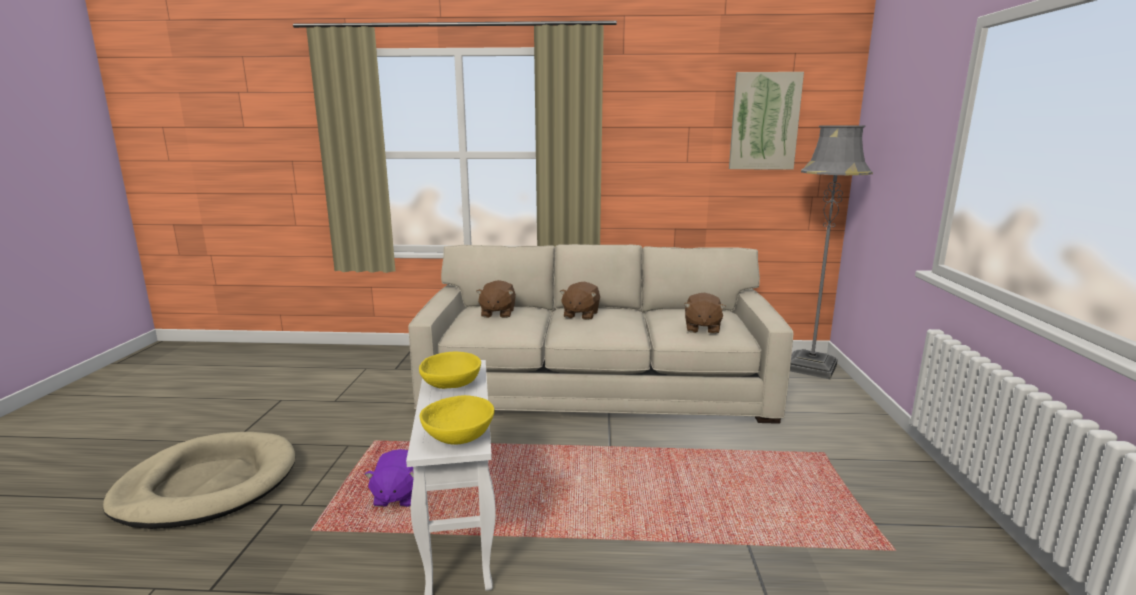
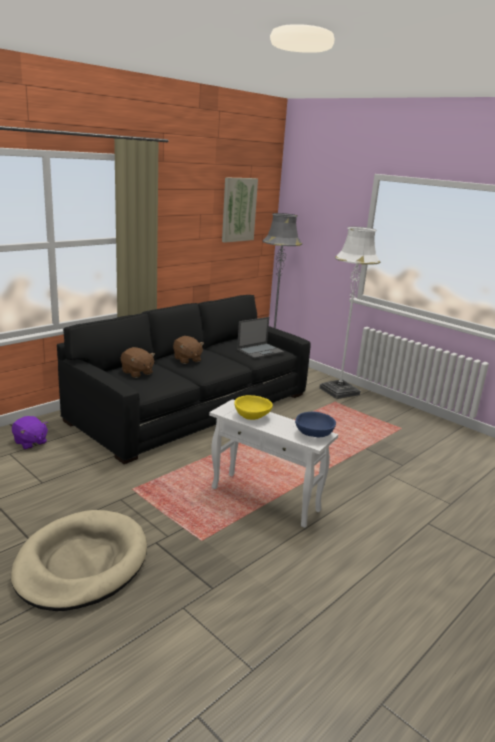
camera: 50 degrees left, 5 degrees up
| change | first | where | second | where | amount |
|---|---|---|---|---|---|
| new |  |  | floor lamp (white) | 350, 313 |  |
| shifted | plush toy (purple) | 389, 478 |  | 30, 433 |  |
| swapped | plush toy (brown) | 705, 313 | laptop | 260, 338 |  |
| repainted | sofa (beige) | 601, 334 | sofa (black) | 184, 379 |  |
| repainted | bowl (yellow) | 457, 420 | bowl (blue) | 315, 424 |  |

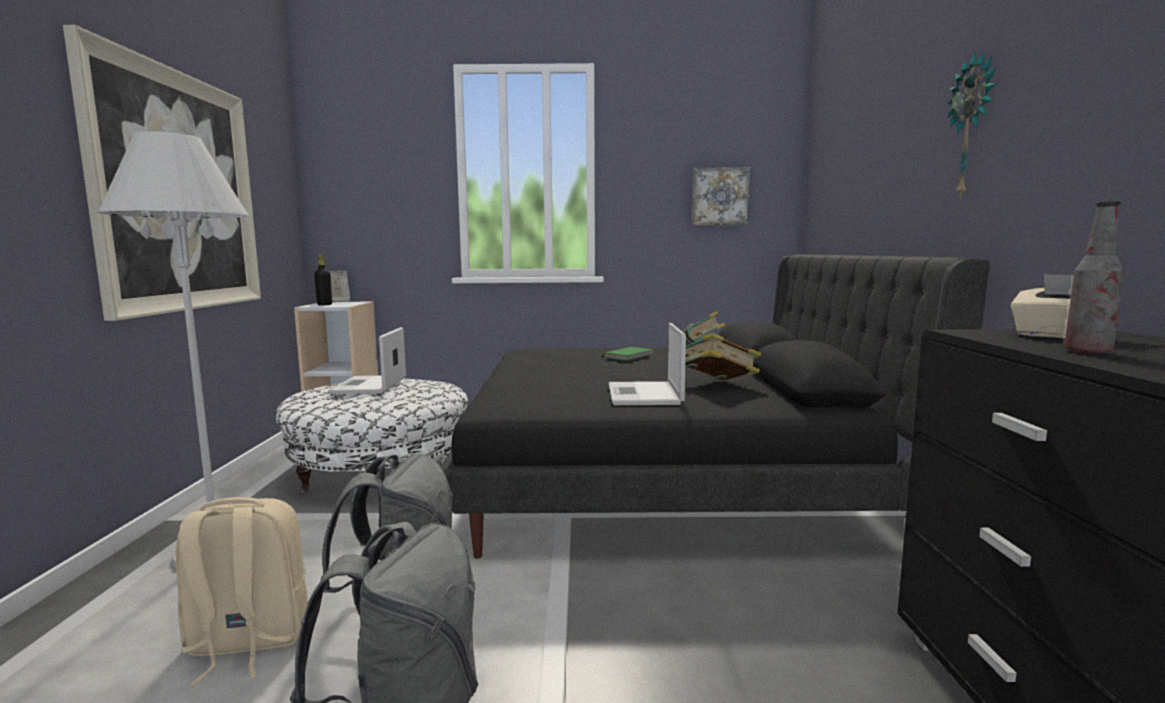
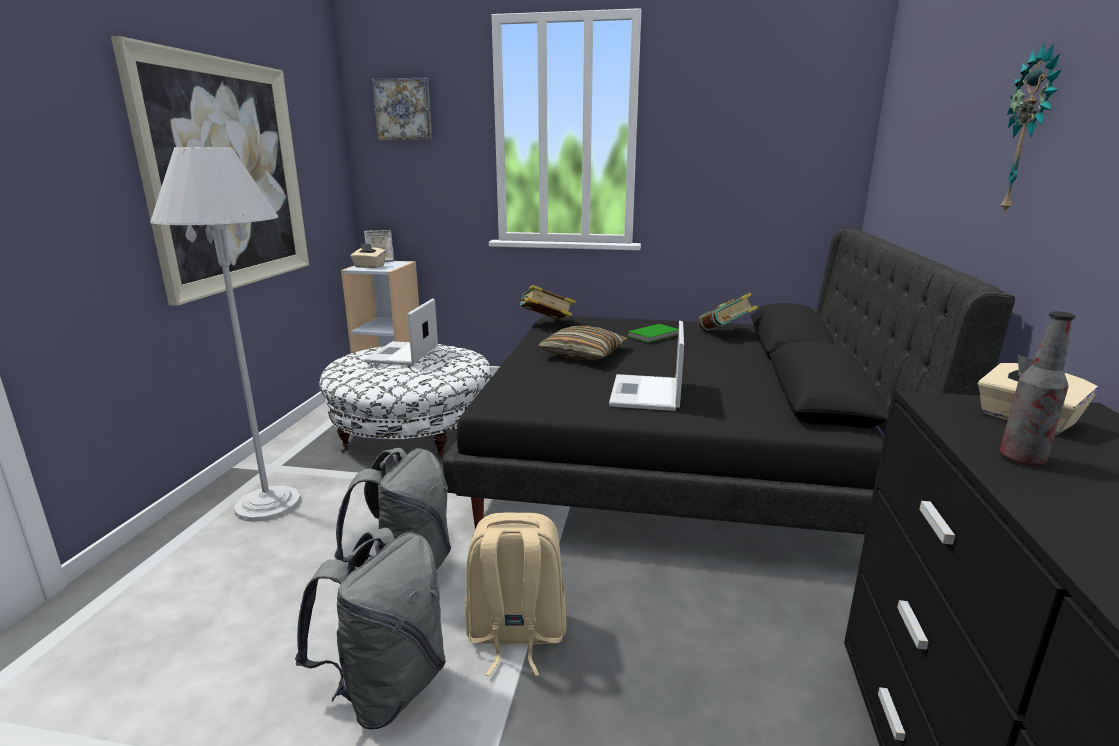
camera: 10 degrees right, 10 degrees up
| change | first | where | second | where | amount |
|---|---|---|---|---|---|
| new |  |  | pillow | 583, 343 |  |
| shifted | backpack (beige) | 242, 591 |  | 516, 594 |  |
| shifted | book | 723, 356 |  | 546, 302 |  |
| shifted | picture | 721, 196 |  | 402, 109 |  |
| swapped | bottle (black) | 323, 280 | tissue box (beige) | 368, 255 |  |

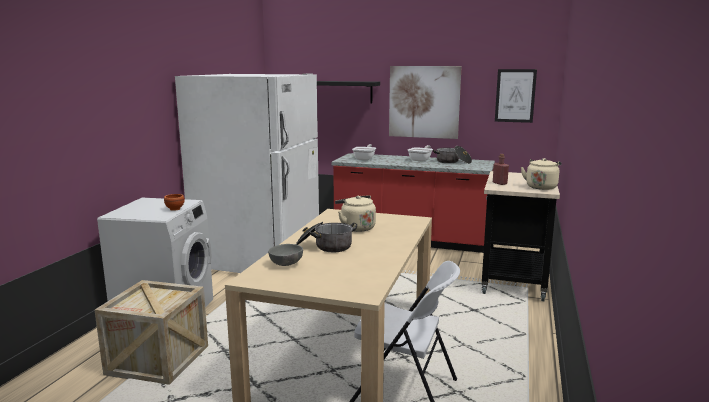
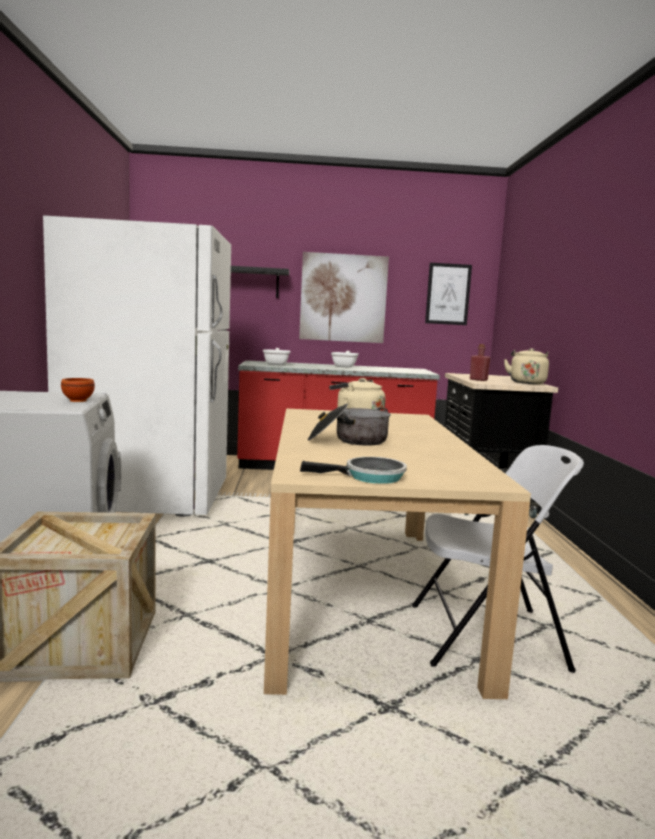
camera: 20 degrees left, 5 degrees down
| change | first | where | second | where | amount |
|---|---|---|---|---|---|
| gone | bowl (grey) | 285, 255 |  |  |  |
| gone | cooking pot | 452, 155 |  |  |  |
| new |  |  | frying pan | 353, 470 |  |

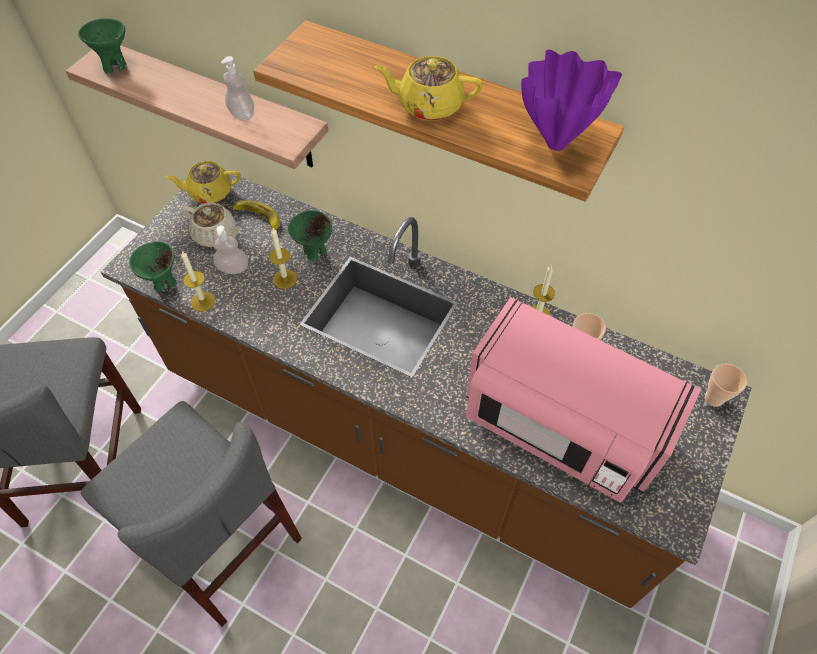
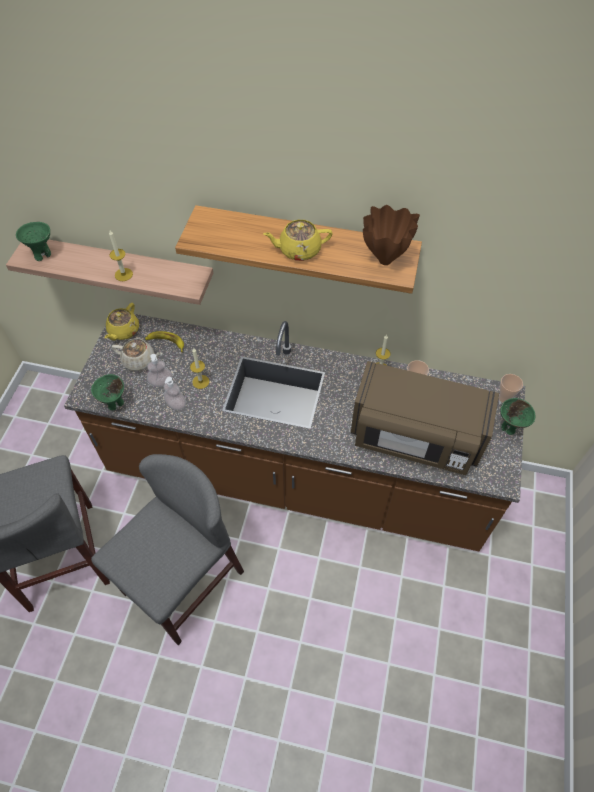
camera: 15 degrees left, 0 degrees up
| change | first | where | second | where | amount |
|---|---|---|---|---|---|
| shifted | candle | 198, 281 |  | 121, 256 |  |
| shifted | soap dispenser | 237, 88 |  | 175, 393 |  |
| shifted | bowl (green) | 310, 235 |  | 518, 416 |  |
| repainted | microwave (pink) | 583, 399 | microwave (brown) | 425, 418 |  |
| repainted | vase (purple) | 571, 100 | vase (brown) | 391, 235 |  |
| rotated | chair (grey) | 191, 514 |  | 167, 549 | 75 degrees counterclockwise |
| rotated | teapot (yellow) | 203, 182 |  | 121, 321 | 45 degrees counterclockwise |

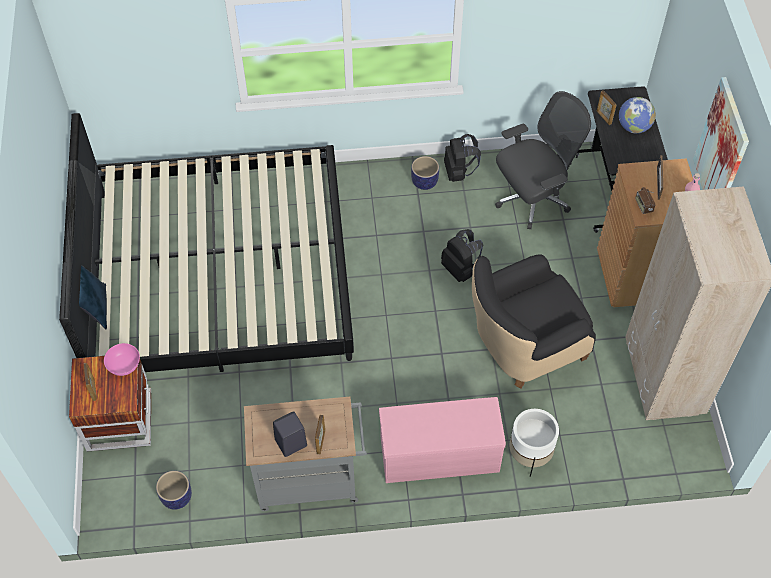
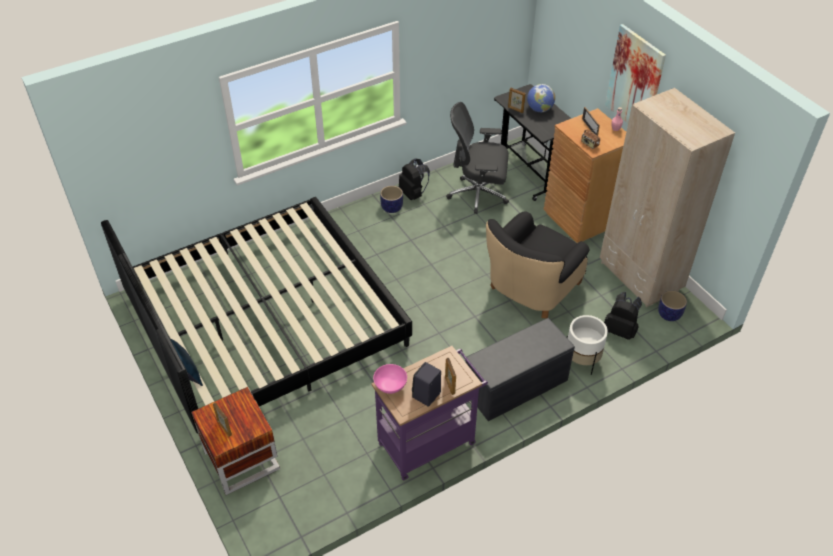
camera: 25 degrees left, 10 degrees down
| change | first | where | second | where | amount |
|---|---|---|---|---|---|
| shifted | bowl (pink) | 122, 359 |  | 390, 379 |  |
| shifted | planter | 174, 490 |  | 672, 306 |  |
| shifted | backpack (black) | 462, 255 |  | 623, 316 |  |
| repainted | cart (grey) | 305, 454 | cart (purple) | 429, 413 |  |
| repainted | bench (pink) | 442, 440 | bench (grey) | 520, 369 |  |
| rotated | office chair | 543, 160 |  | 477, 158 | 120 degrees counterclockwise |

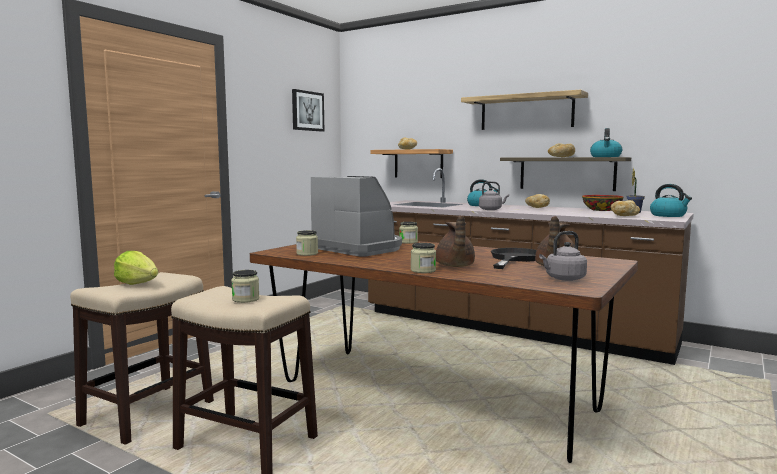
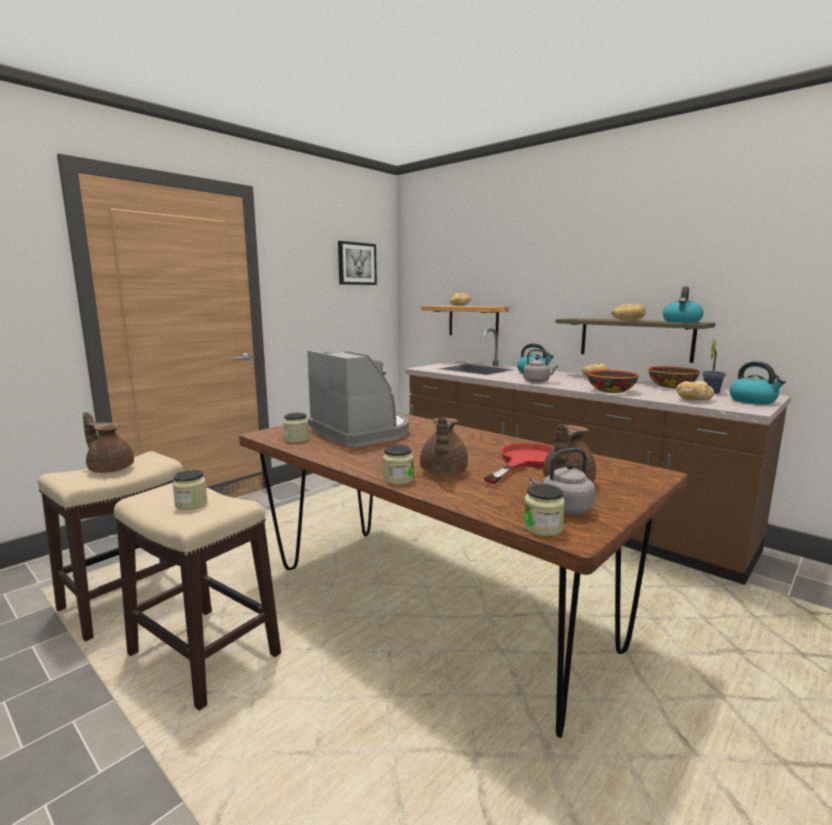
camera: 10 degrees right, 5 degrees up
| change | first | where | second | where | amount |
|---|---|---|---|---|---|
| gone | shelf | 524, 110 |  |  |  |
| new |  |  | bowl | 613, 381 |  |
| shifted | jar | 408, 233 |  | 544, 510 |  |
| swapped | lettuce | 136, 268 | teapot (brown) | 108, 442 |  |
| repainted | frying pan (black) | 514, 258 | frying pan (red) | 519, 463 |  |

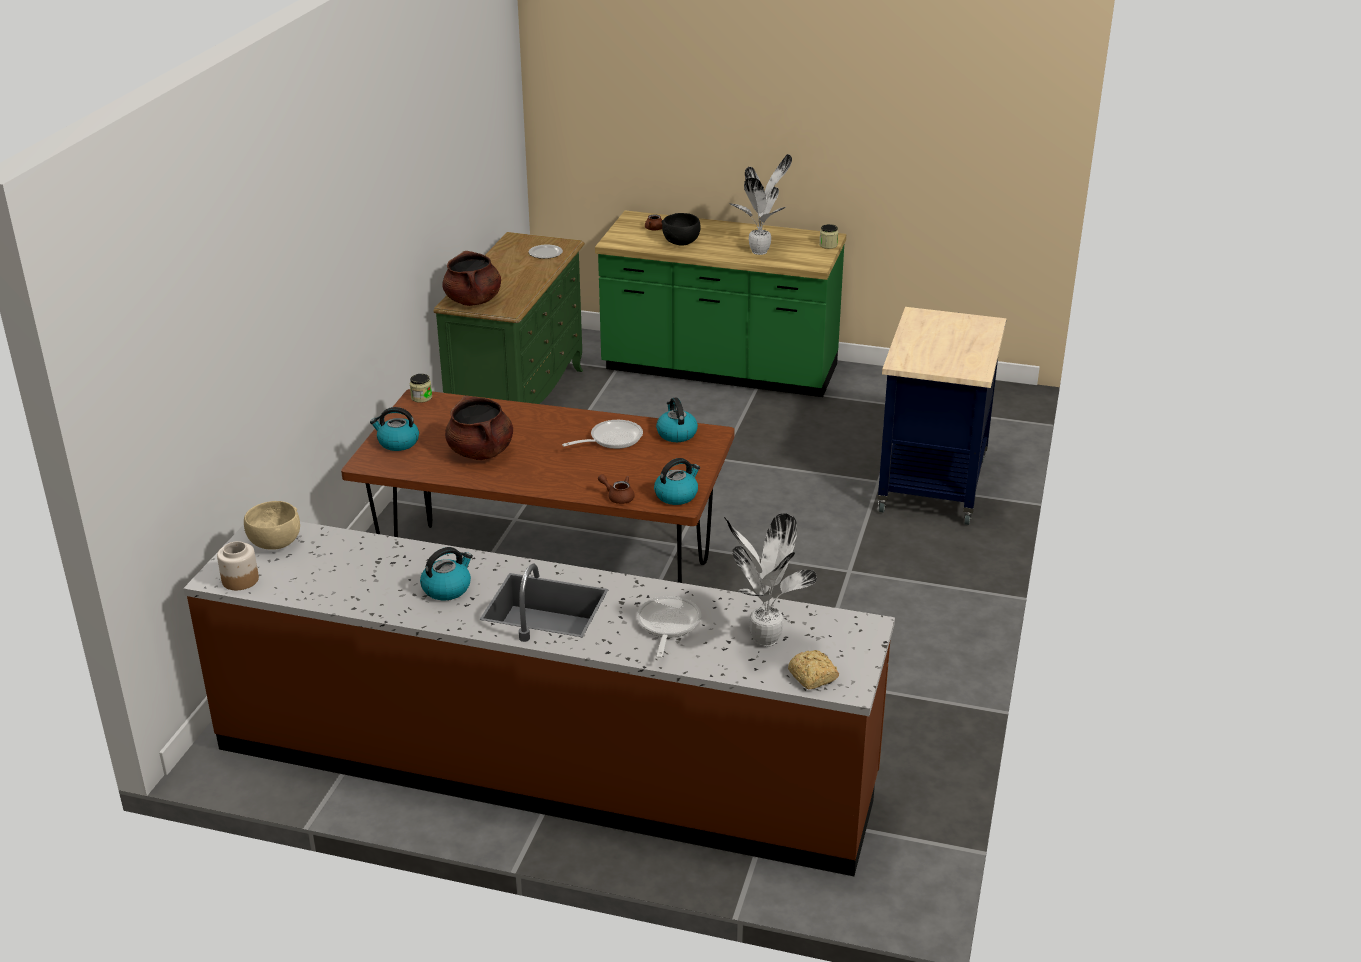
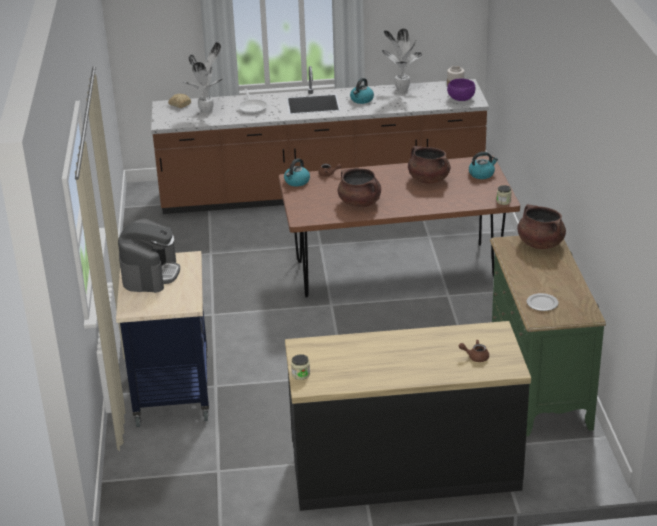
camera: 160 degrees right, 0 degrees up
| change | first | where | second | where | amount |
|---|---|---|---|---|---|
| gone | kettle | 677, 420 |  |  |  |
| gone | bowl (black) | 681, 229 |  |  |  |
| new |  |  | coffee machine | 149, 255 |  |
| shifted | potted plant | 760, 204 |  | 402, 60 |  |
| swapped | frying pan | 602, 434 | cooking pot (brown) | 359, 187 |  |
| repainted | bowl (beige) | 272, 525 | bowl (purple) | 461, 90 |  |
| repainted | counter (green) | 720, 303 | counter (black) | 408, 416 |  |

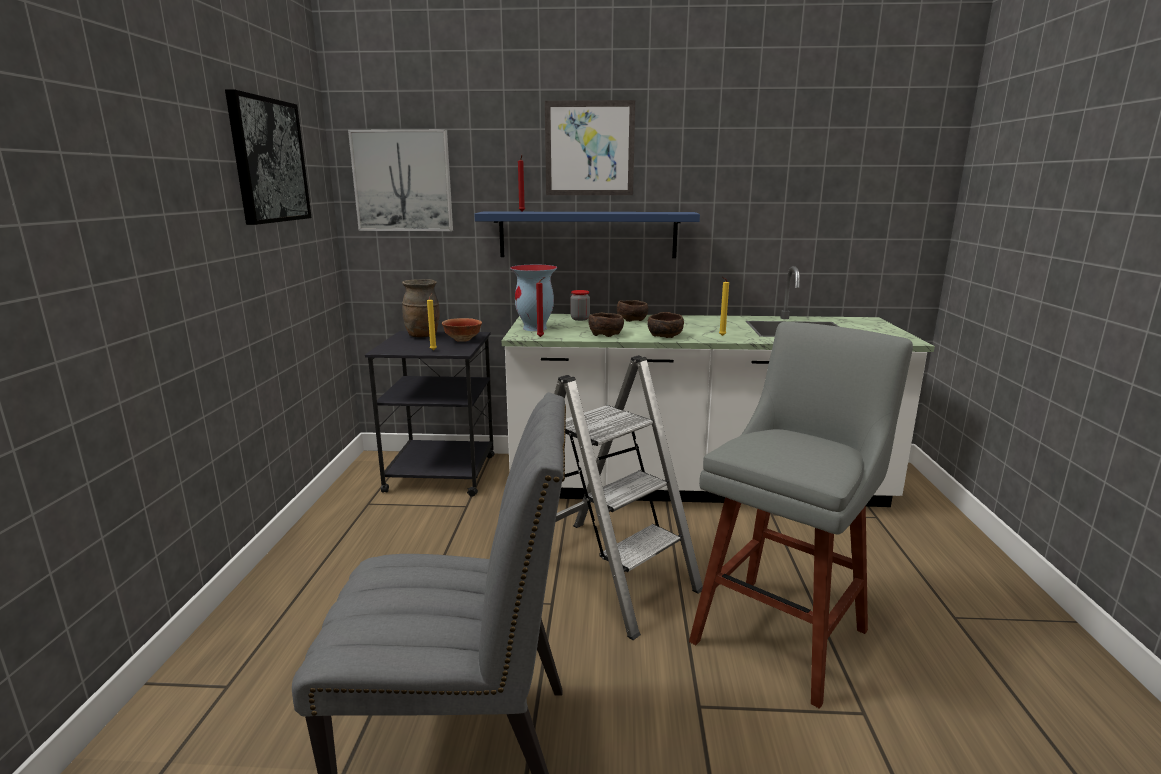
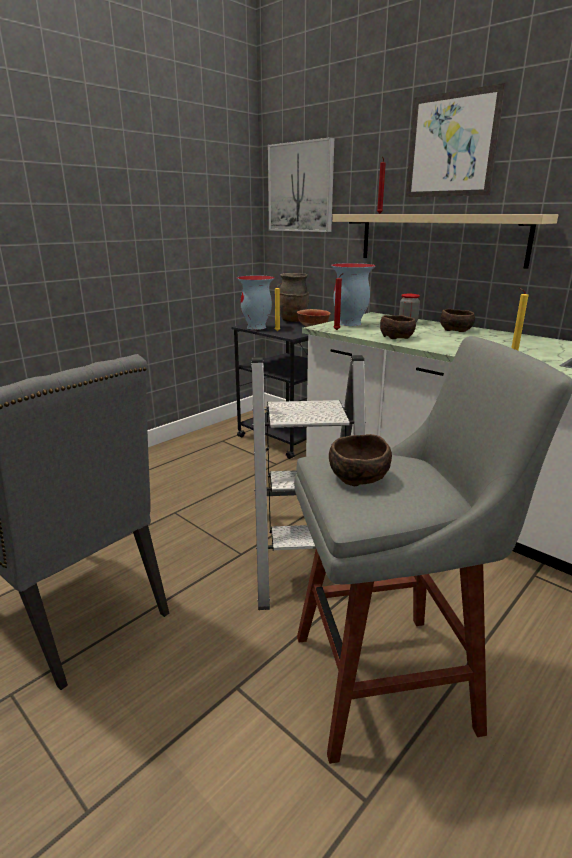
camera: 40 degrees right, 5 degrees up
| change | first | where | second | where | amount |
|---|---|---|---|---|---|
| gone | picture | 268, 157 |  |  |  |
| new |  |  | vase | 255, 302 |  |
| shifted | bowl (brown) | 665, 325 |  | 360, 460 |  |
| repainted | shelf (blue) | 587, 235 | shelf (beige) | 445, 241 |  |

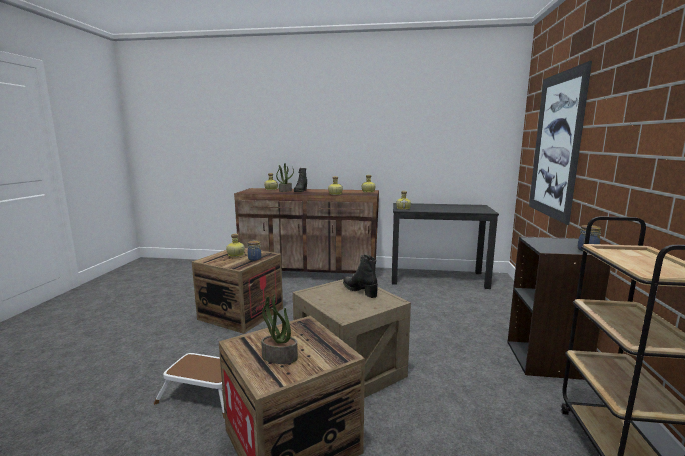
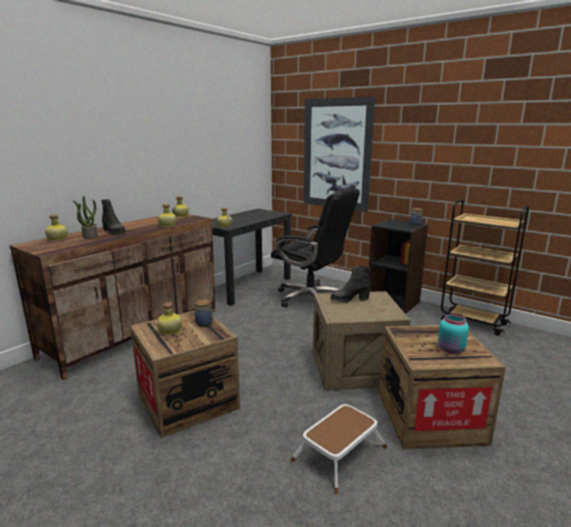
camera: 60 degrees left, 5 degrees up
| change | first | where | second | where | amount |
|---|---|---|---|---|---|
| new |  |  | office chair (black) | 315, 248 |  |
| swapped | potted plant | 279, 329 | jar (turquoise) | 453, 333 |  |

